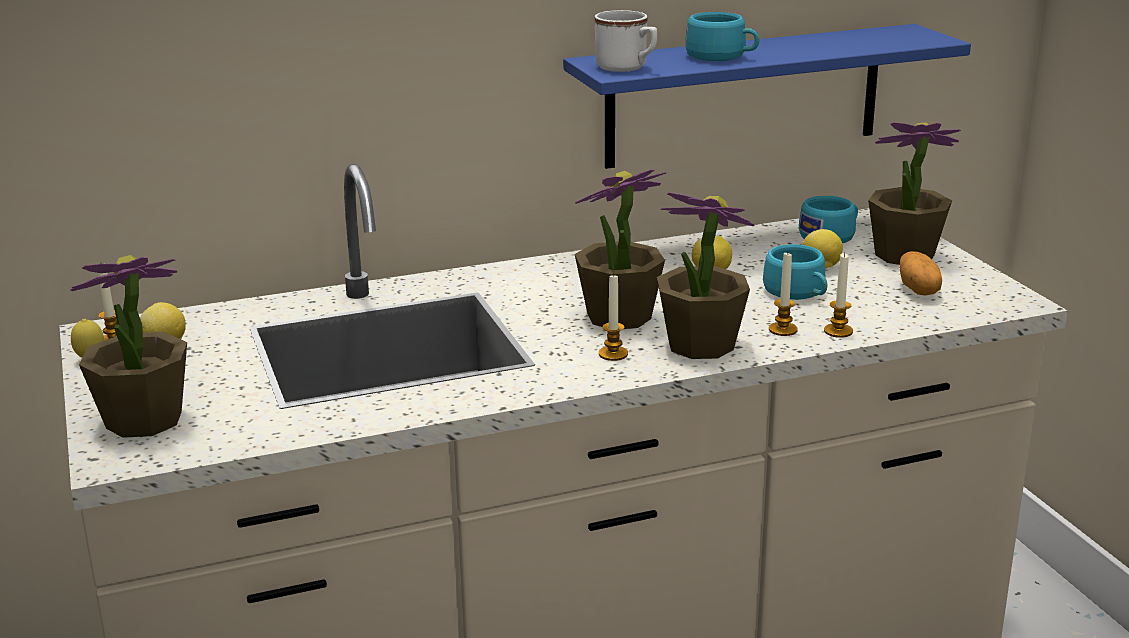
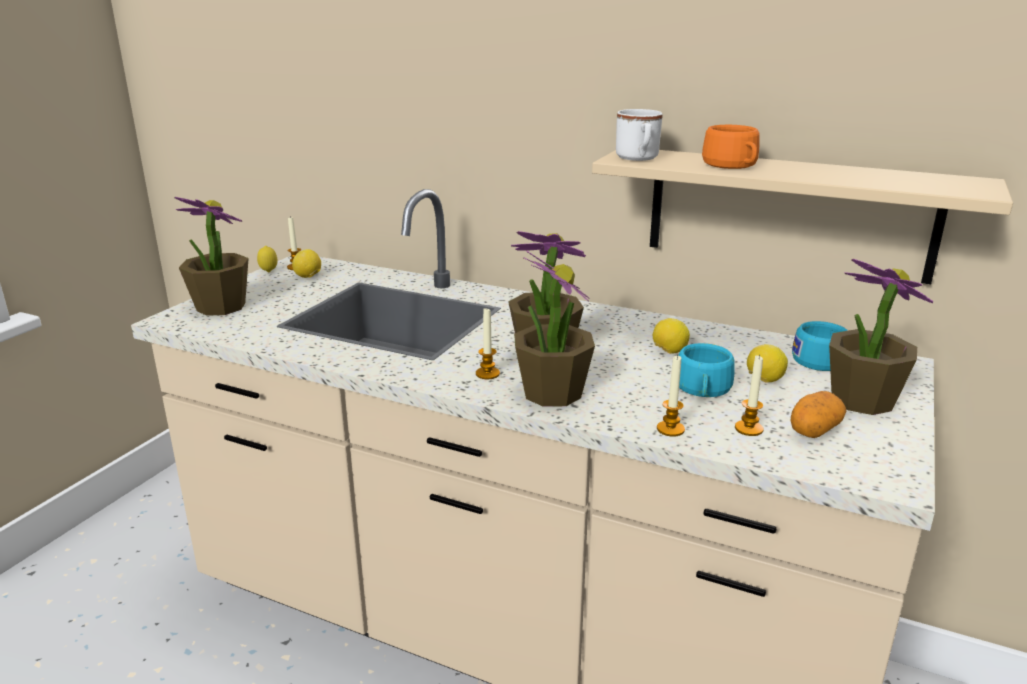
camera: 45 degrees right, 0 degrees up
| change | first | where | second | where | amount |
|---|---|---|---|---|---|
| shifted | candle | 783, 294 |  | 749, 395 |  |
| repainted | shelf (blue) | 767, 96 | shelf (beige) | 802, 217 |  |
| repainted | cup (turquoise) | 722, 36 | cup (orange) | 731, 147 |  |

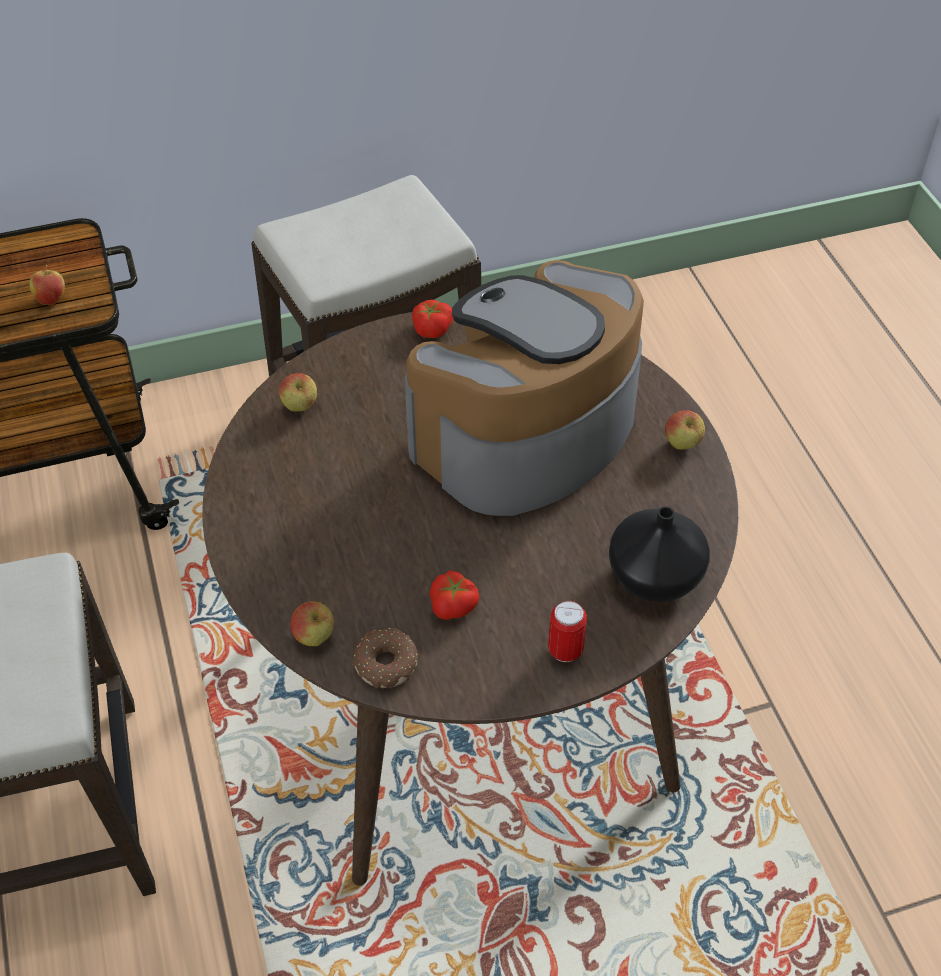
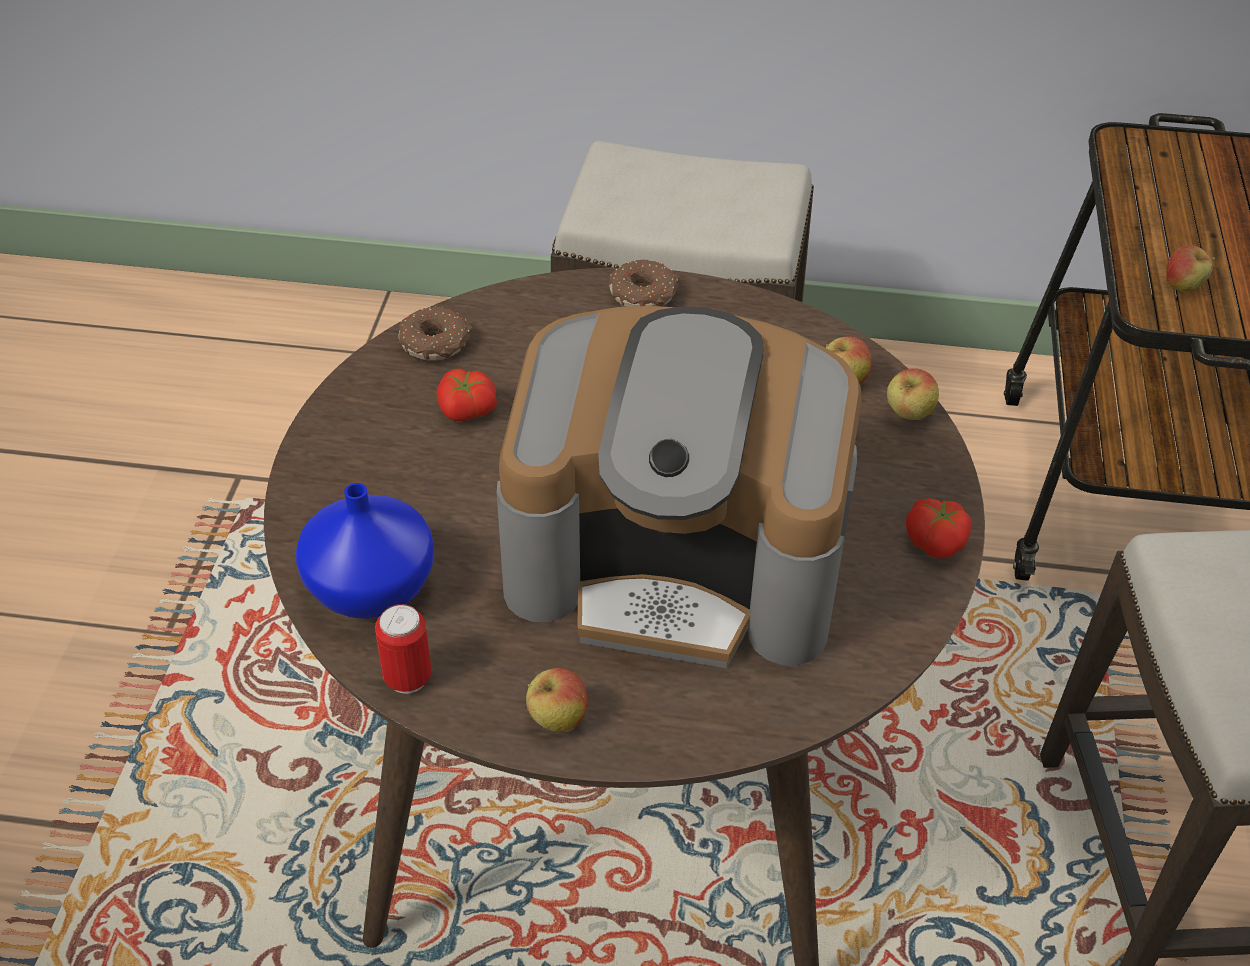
camera: 115 degrees right, 5 degrees down
| change | first | where | second | where | amount |
|---|---|---|---|---|---|
| new |  |  | donut | 644, 283 |  |
| shifted | apple | 312, 623 |  | 913, 394 |  |
| shifted | can | 567, 631 |  | 403, 649 |  |
| repainted | vase (black) | 659, 554 | vase (blue) | 365, 551 |  |
| rotated | coffee machine | 524, 388 |  | 679, 487 | 120 degrees clockwise |

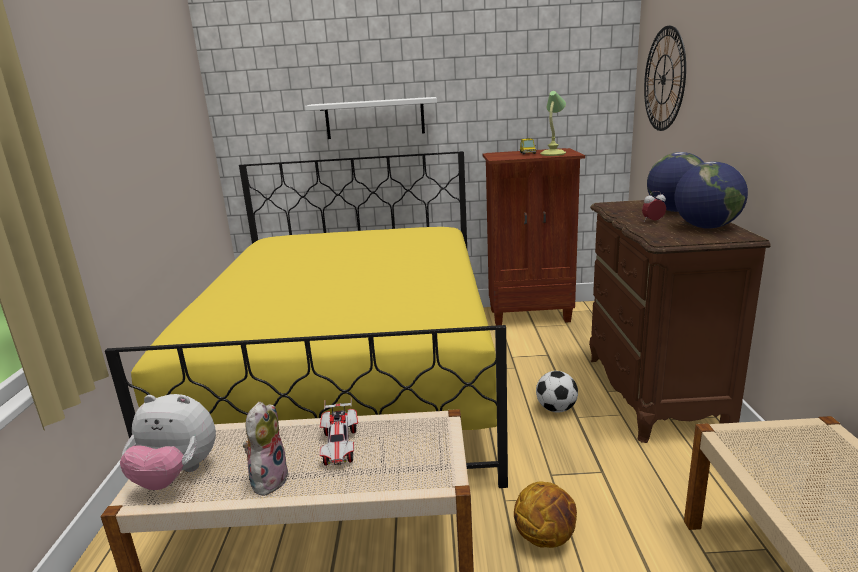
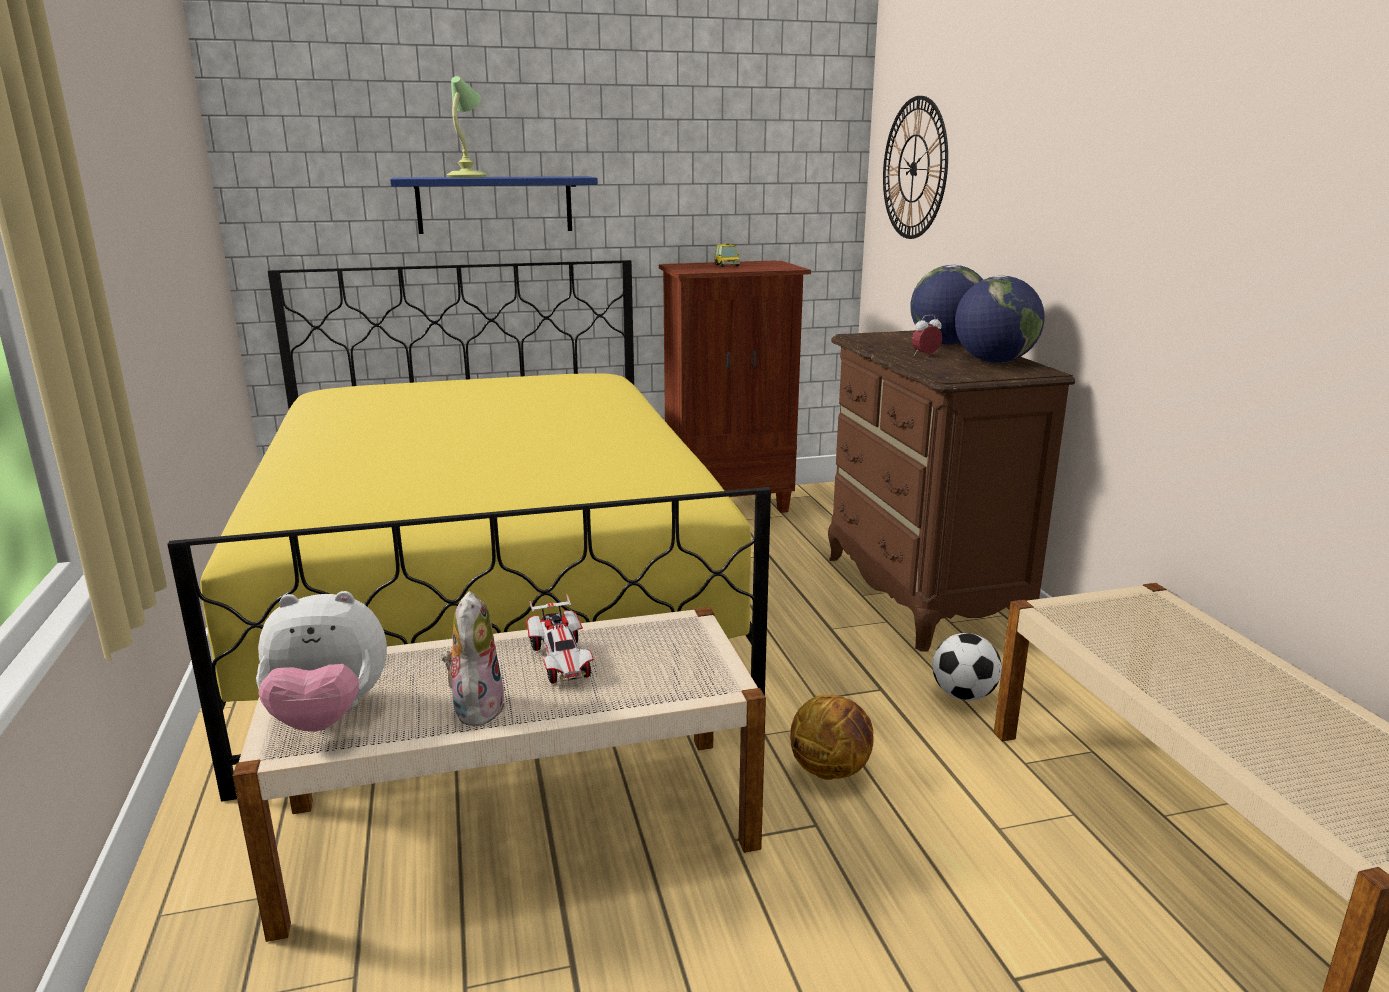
camera: 15 degrees left, 0 degrees up
| change | first | where | second | where | amount |
|---|---|---|---|---|---|
| shifted | football | 557, 392 |  | 967, 667 |  |
| shifted | table lamp | 553, 123 |  | 467, 127 |  |
| repainted | shelf (white) | 371, 118 | shelf (blue) | 494, 205 |  |

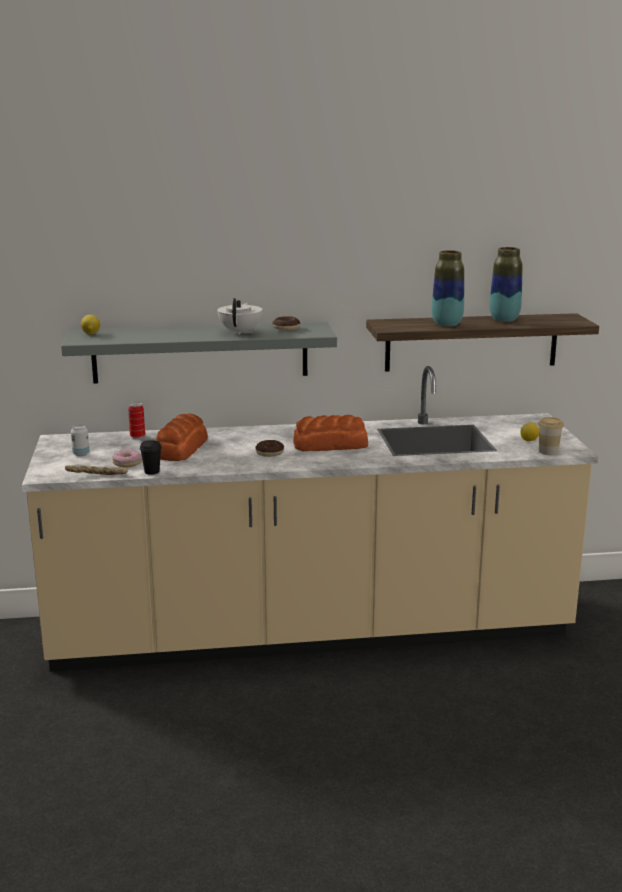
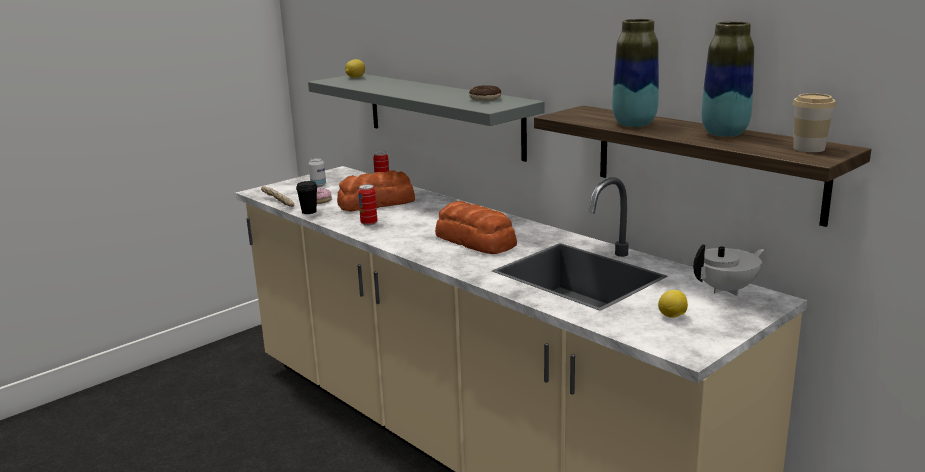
camera: 55 degrees right, 0 degrees up
| change | first | where | second | where | amount |
|---|---|---|---|---|---|
| gone | donut | 269, 448 |  |  |  |
| new |  |  | can | 367, 205 |  |
| shifted | teapot (white) | 240, 316 |  | 728, 270 |  |
| shifted | cup | 551, 436 |  | 814, 122 |  |

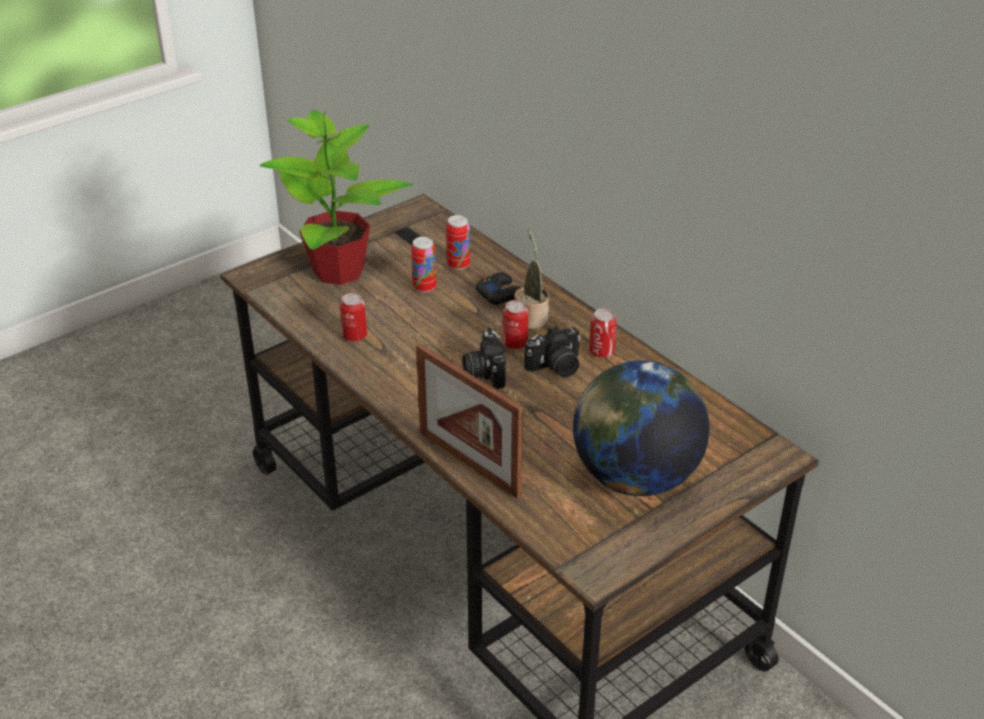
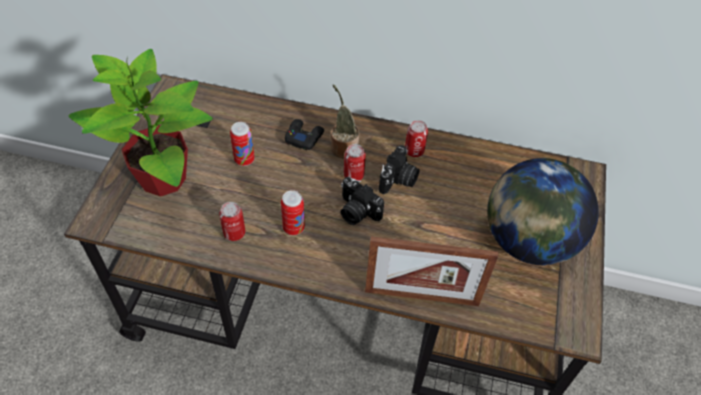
camera: 40 degrees left, 15 degrees up
| change | first | where | second | where | amount |
|---|---|---|---|---|---|
| shifted | can | 458, 242 |  | 293, 213 |  |

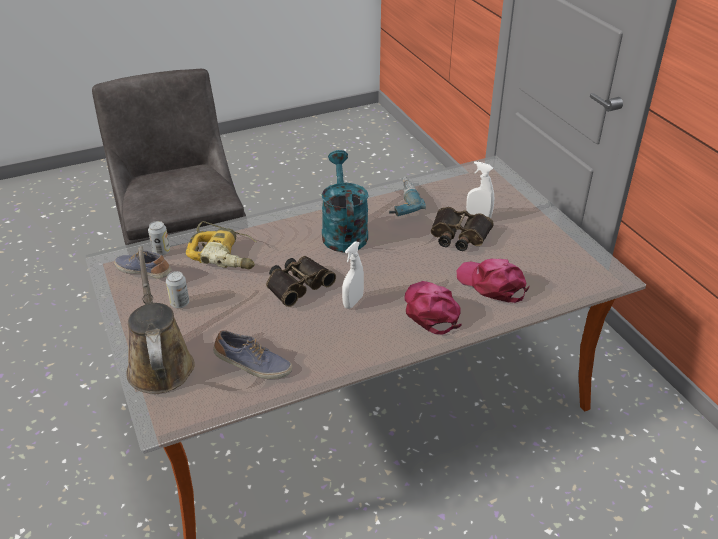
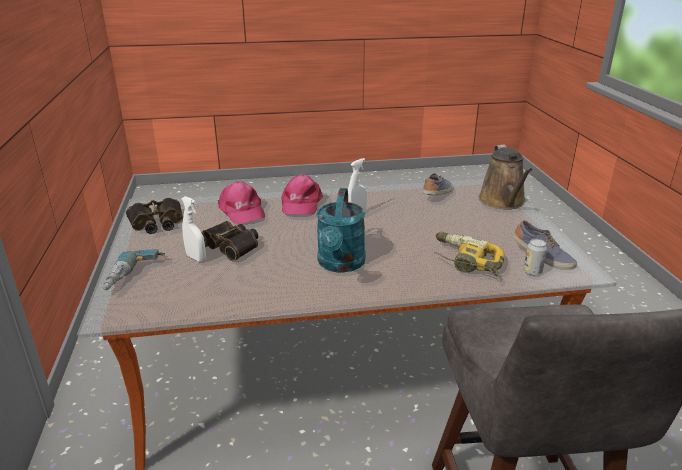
camera: 165 degrees left, 10 degrees down
| change | first | where | second | where | amount |
|---|---|---|---|---|---|
| gone | can | 177, 289 |  |  |  |
| shifted | binoculars | 301, 281 |  | 154, 216 |  |
| shifted | power drill | 407, 196 |  | 134, 269 |  |
| rotated | shoe | 252, 354 |  | 438, 184 | 90 degrees clockwise |

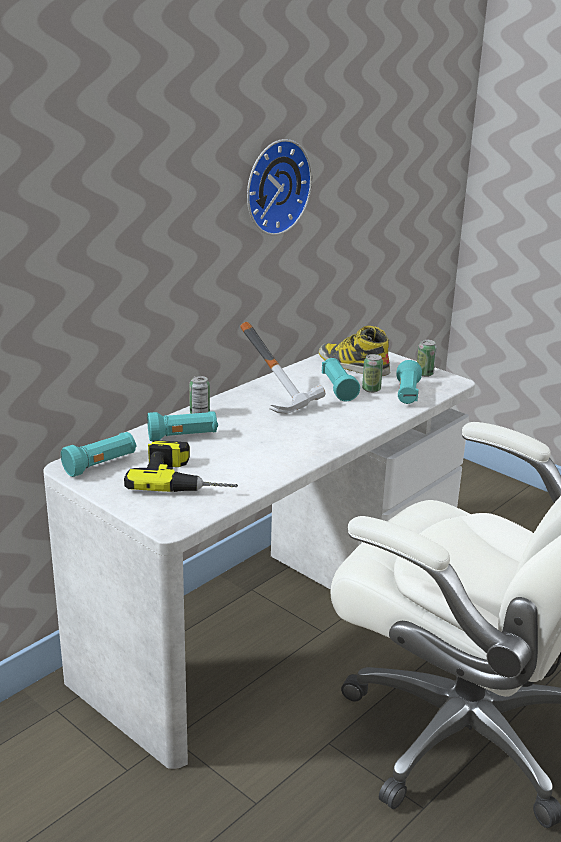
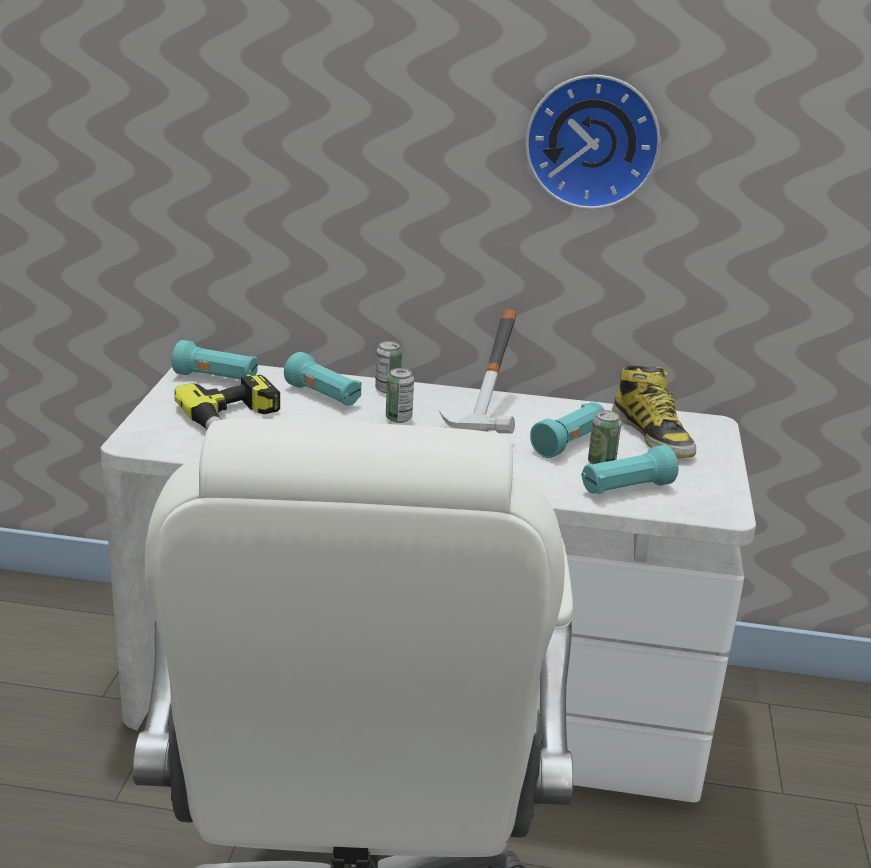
camera: 55 degrees right, 0 degrees up
| change | first | where | second | where | amount |
|---|---|---|---|---|---|
| shifted | can | 427, 358 |  | 400, 395 |  |
| rotated | boot | 354, 351 |  | 654, 412 | 150 degrees clockwise |

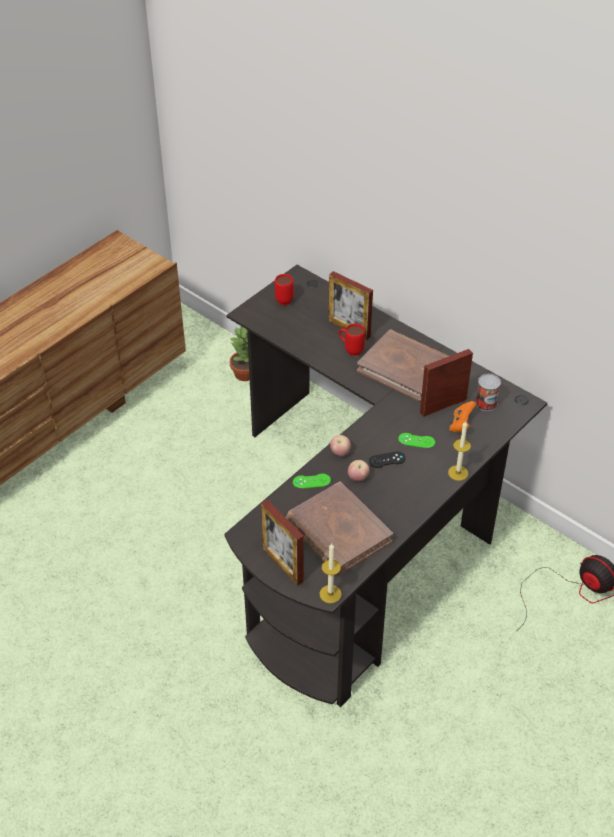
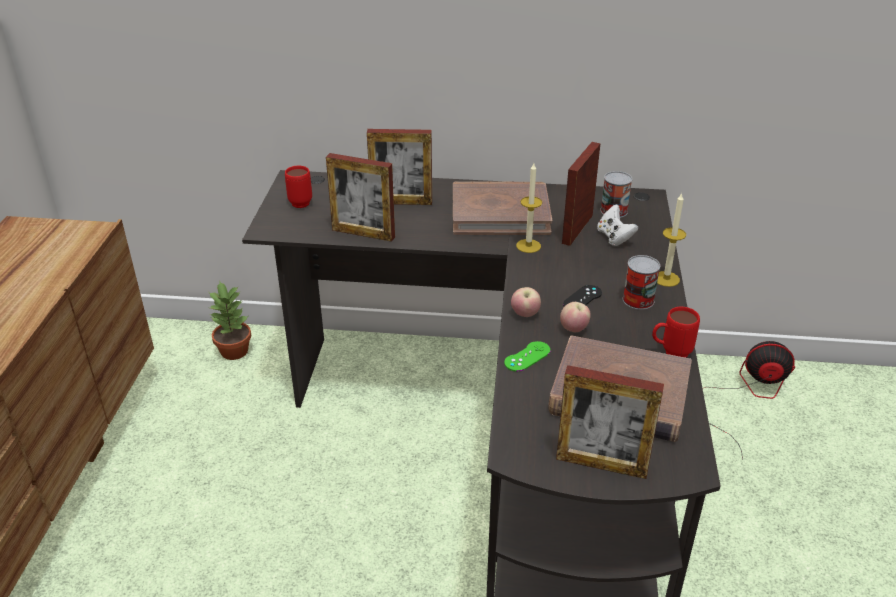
camera: 35 degrees left, 10 degrees down
| change | first | where | second | where | amount |
|---|---|---|---|---|---|
| gone | game controller (green) | 416, 441 |  |  |  |
| new |  |  | picture frame | 360, 197 |  |
| new |  |  | can | 641, 282 |  |
| shifted | candle | 330, 573 |  | 529, 208 |  |
| shifted | mug (red) | 352, 340 |  | 676, 332 |  |
| repainted | game controller (orange) | 462, 416 | game controller (white) | 617, 225 |  |

